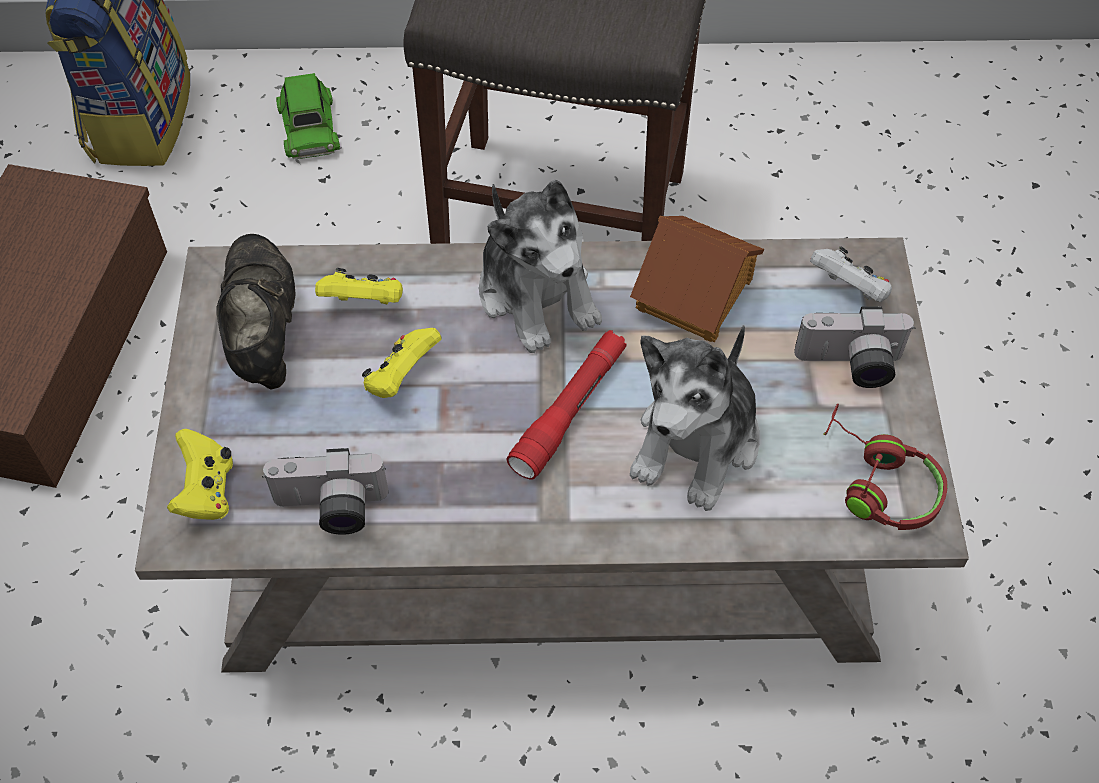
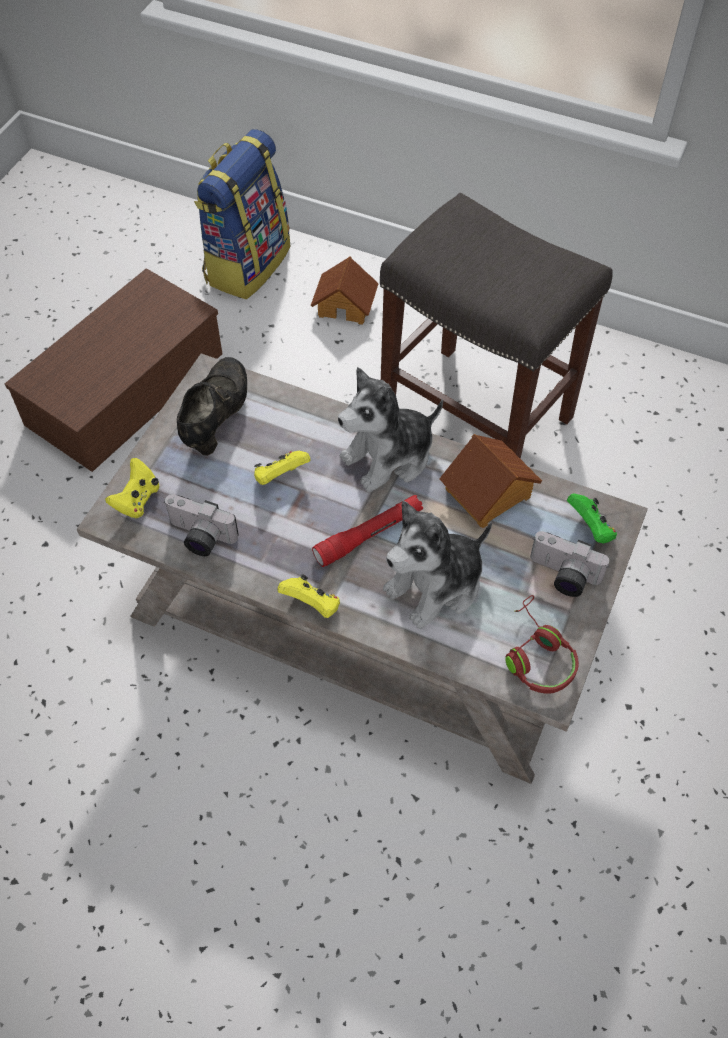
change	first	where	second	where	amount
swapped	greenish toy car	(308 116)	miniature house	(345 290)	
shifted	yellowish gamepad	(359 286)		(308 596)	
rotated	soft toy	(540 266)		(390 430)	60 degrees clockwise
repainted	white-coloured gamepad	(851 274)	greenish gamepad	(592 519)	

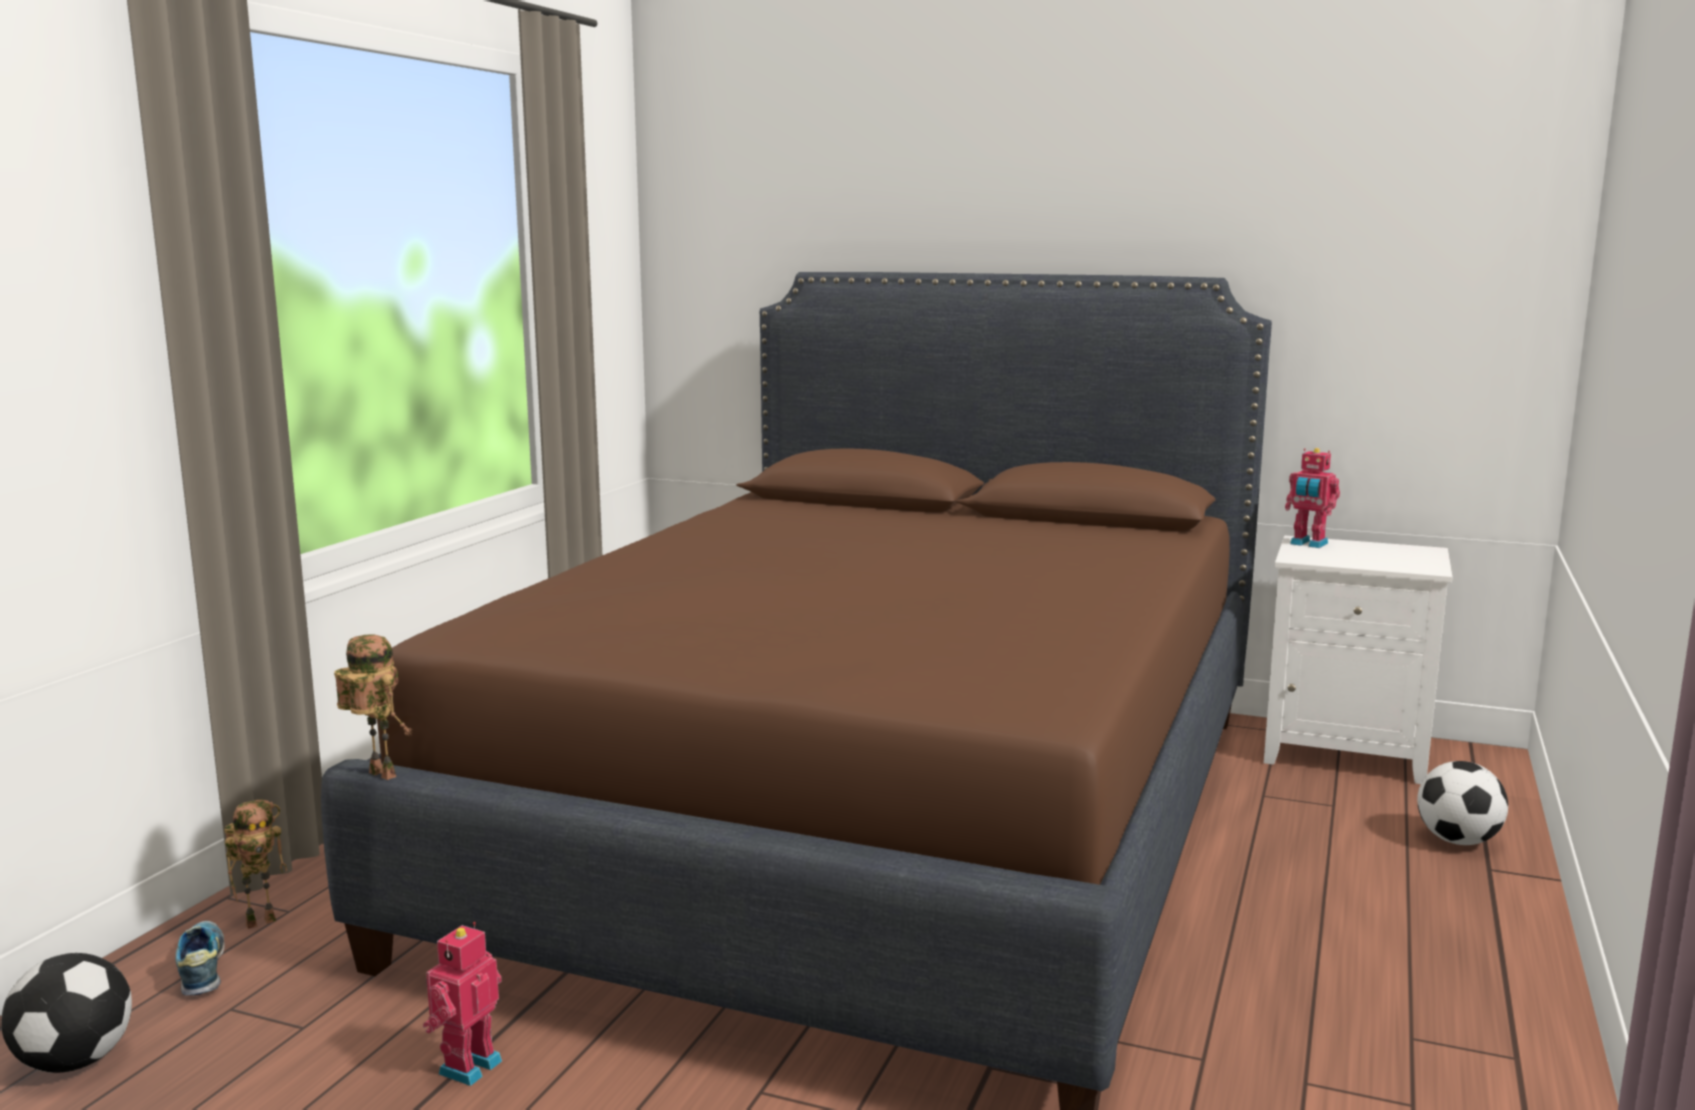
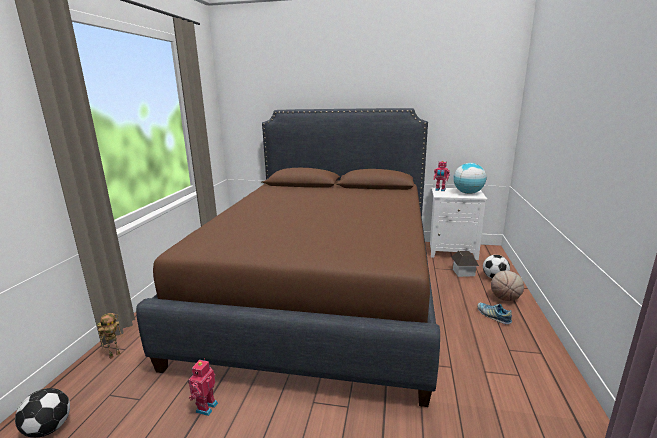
change	first	where	second	where	amount
shifted	shoe	(200 958)		(495 313)	
gone	robot figure	(373 707)			
new			miniature house	(465 264)	
new			globe	(469 178)	
new			ball for basketball	(507 286)	

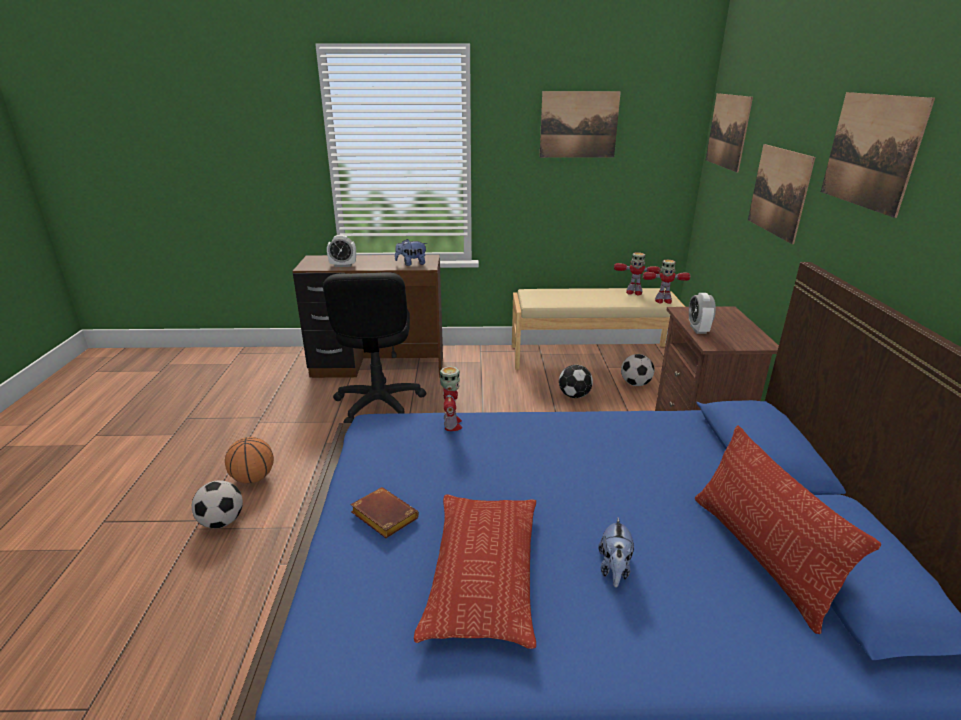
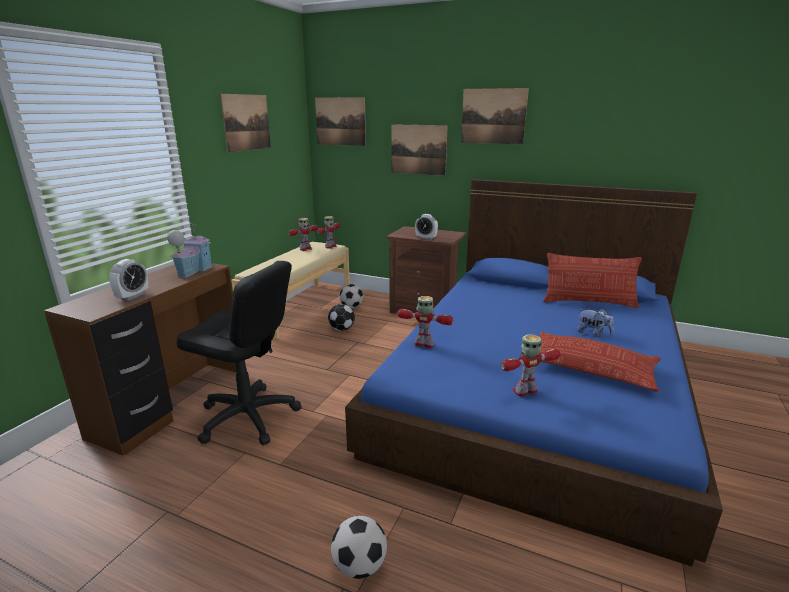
change	first	where	second	where	amount
gone	ball for basketball	(249 460)			
swapped	brown-coloured volume	(384 512)	robot figure	(530 365)	
swapped	soft toy	(411 252)	miniature house	(189 250)	

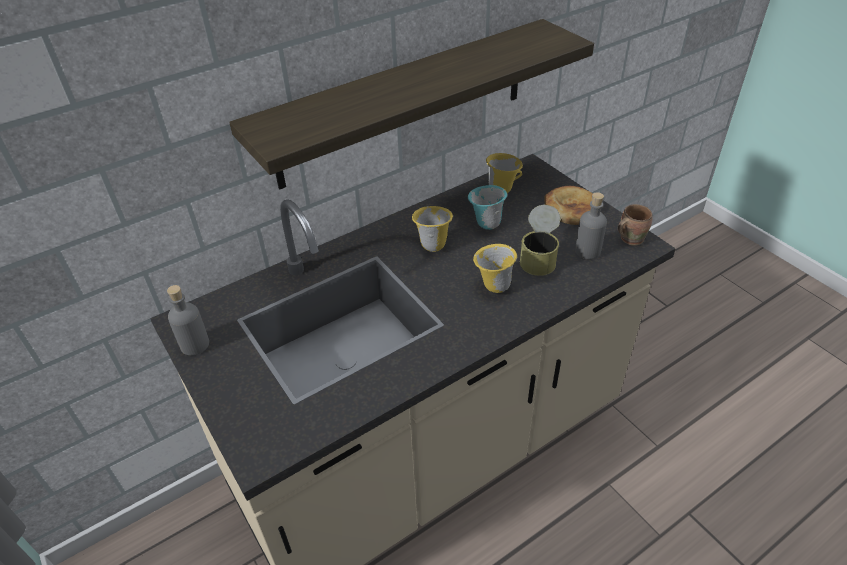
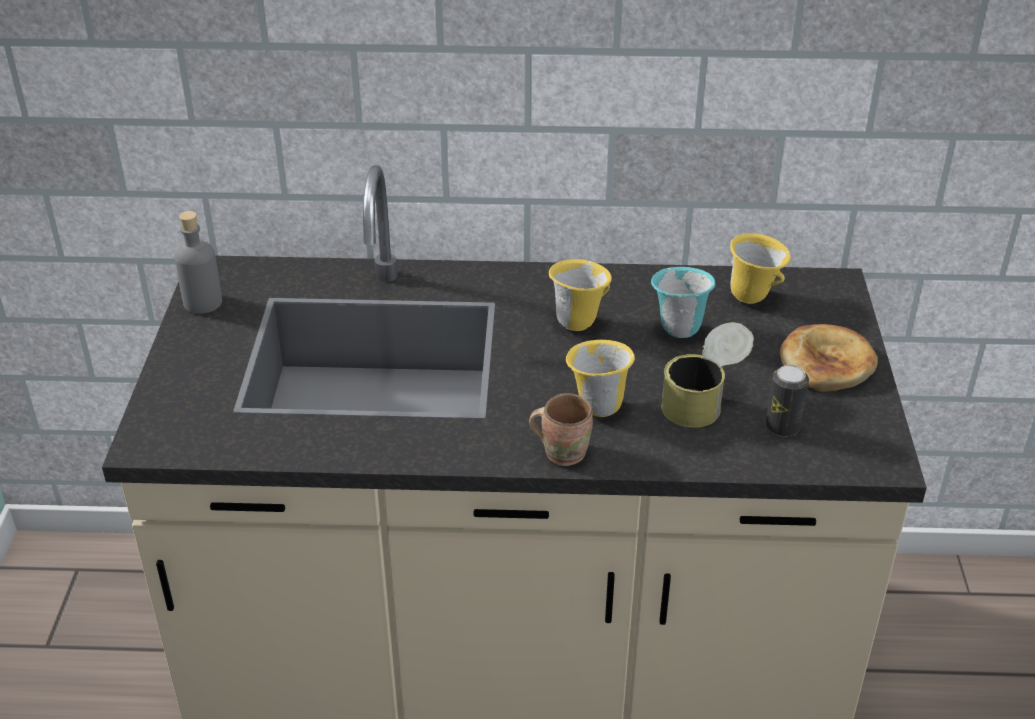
change	first	where	second	where	amount
gone	wall shelf	(411 104)			
swapped	greyish beverage bottle	(591 225)	sealed can	(787 401)	
shifted	brown-coloured tea mug	(635 225)		(561 429)	

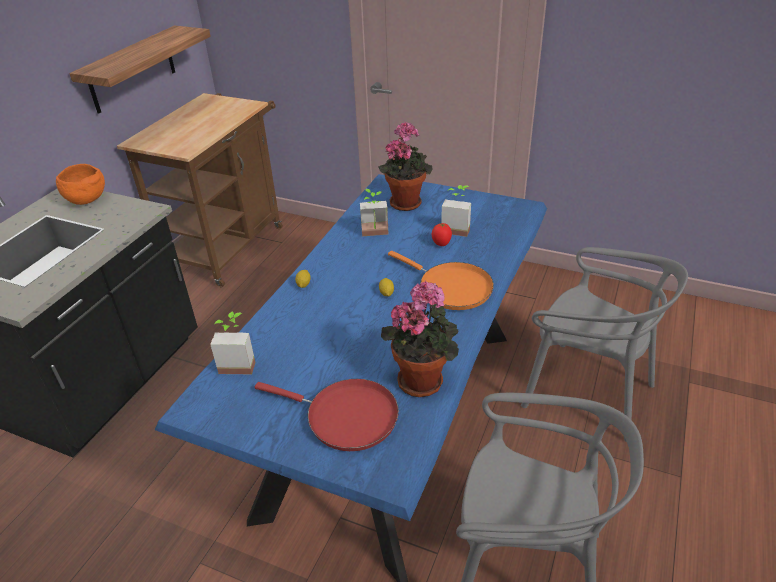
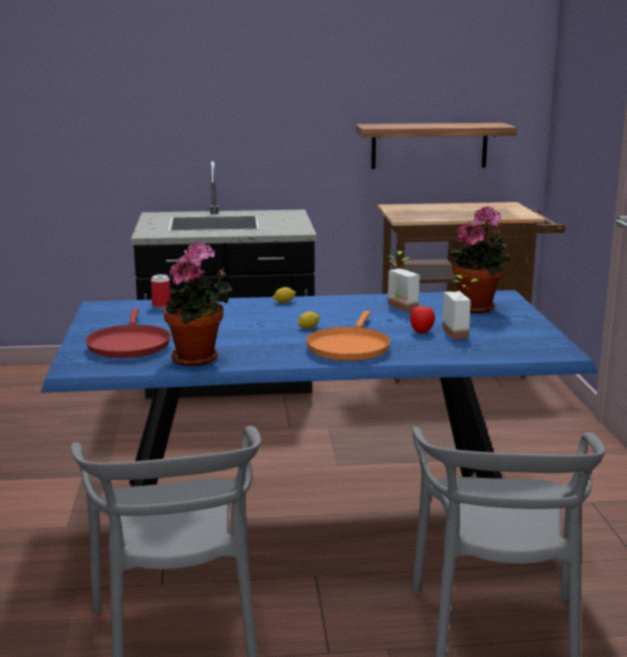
change	first	where	second	where	amount
gone	orange bowl	(80 184)			
swapped	houseplant	(233 342)	sealed can	(161 291)	

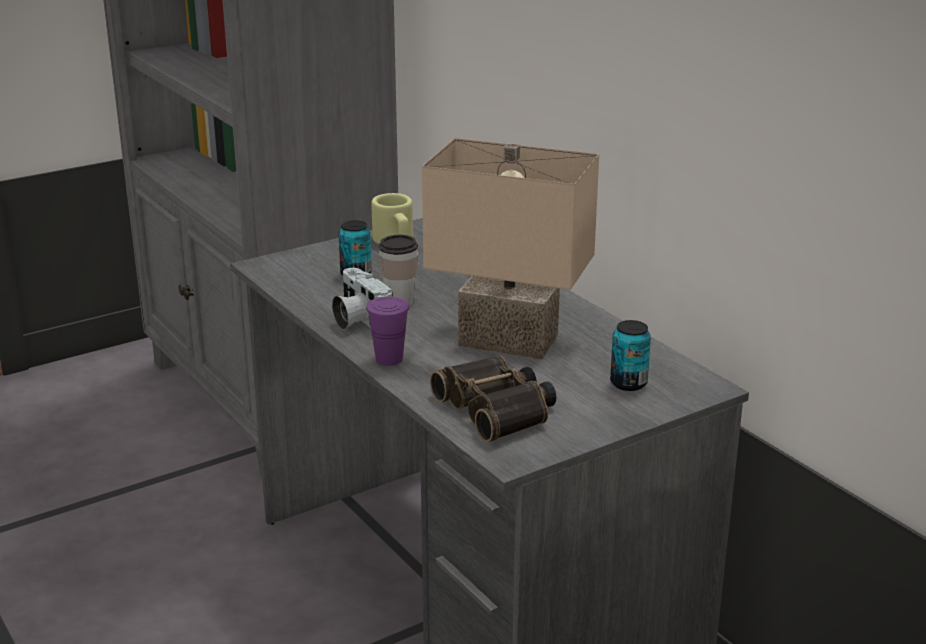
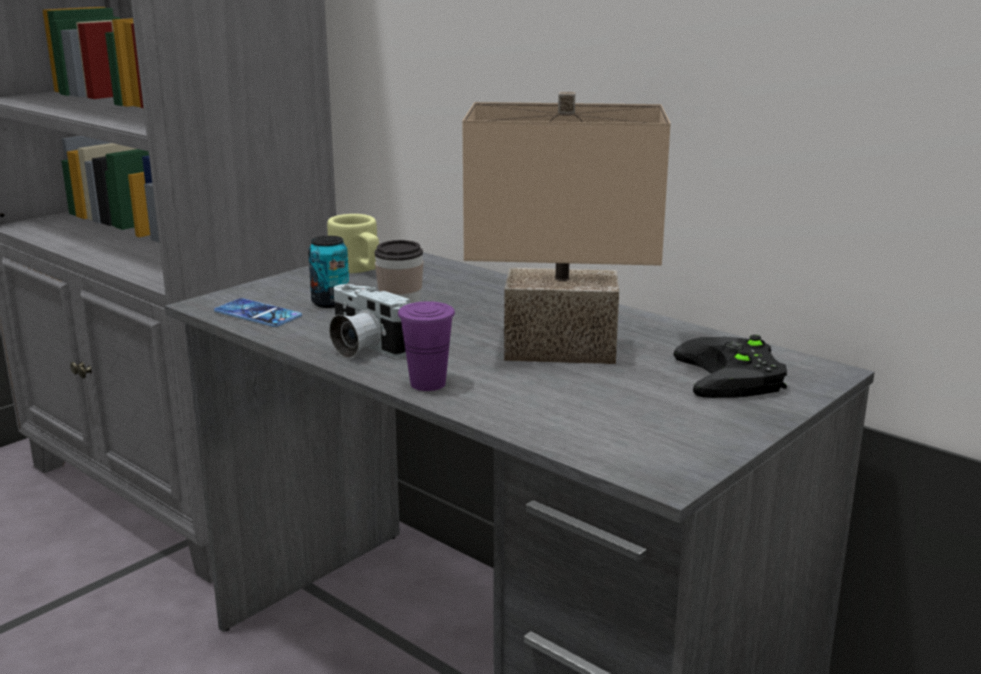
change	first	where	second	where	amount
gone	binoculars	(493 398)			
swapped	sealed can	(630 355)	blackish gamepad	(730 366)	
new			telephone	(258 312)	

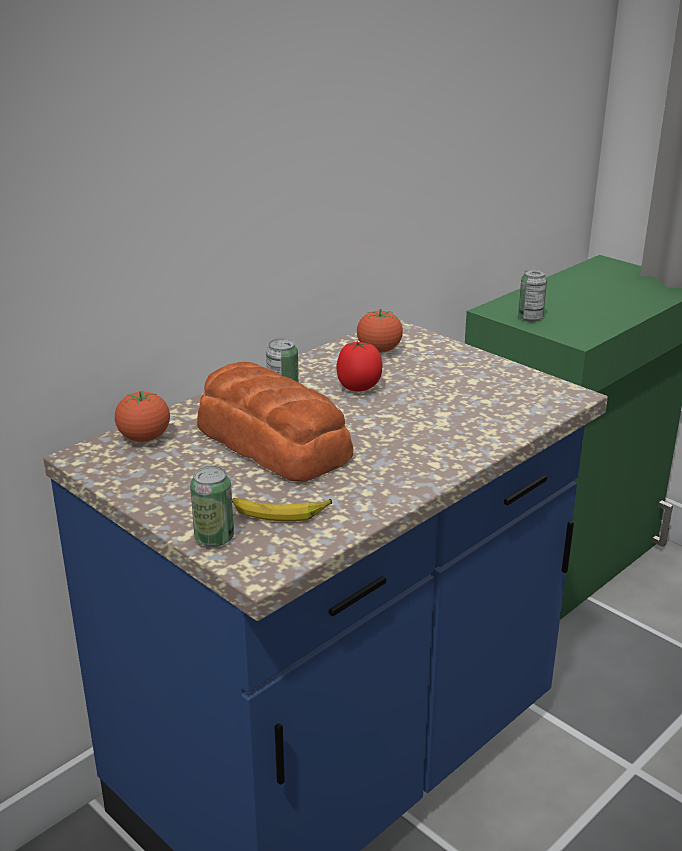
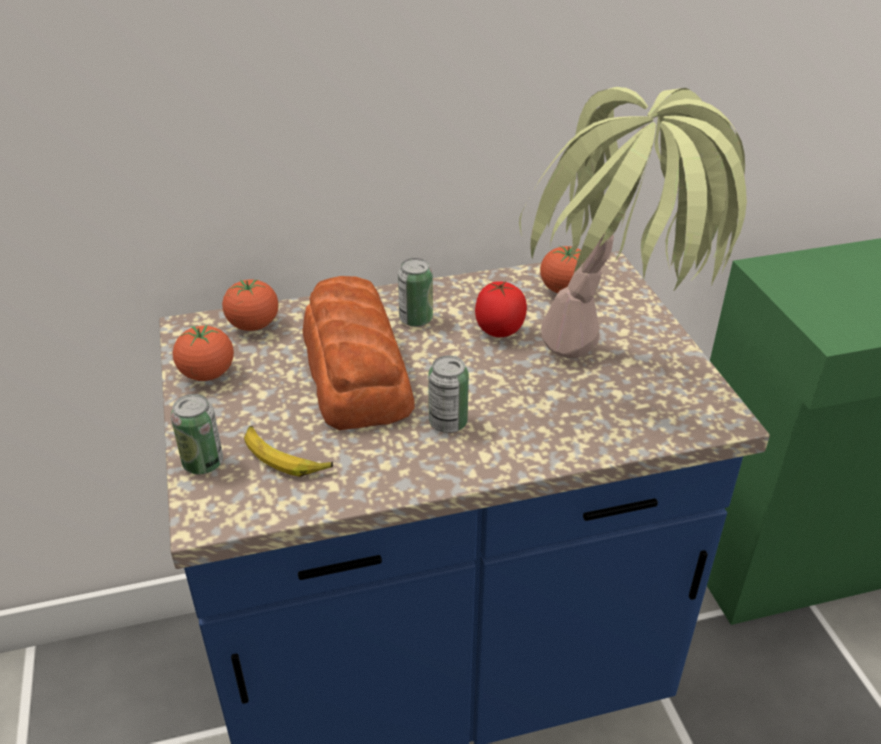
change	first	where	second	where	amount
shifted	sealed can	(532 295)		(448 394)	
new			whole tomato	(203 353)	
new			houseplant	(633 223)	

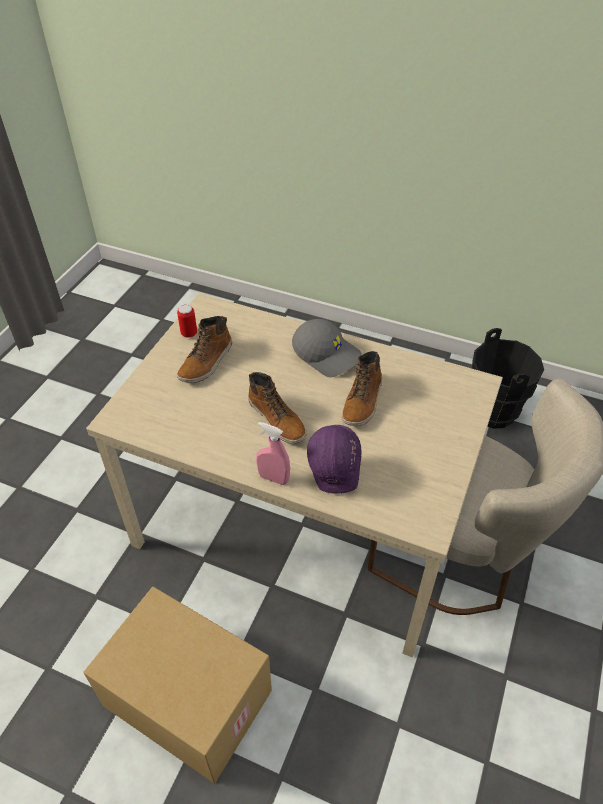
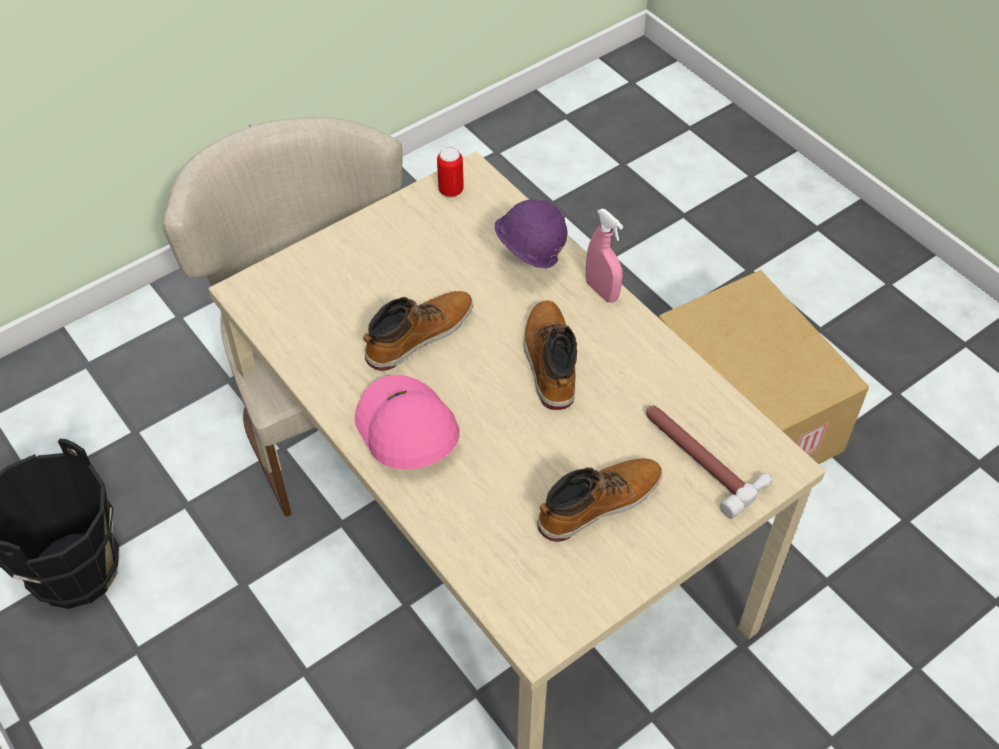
change	first	where	second	where	amount
shifted	sealed can	(187 321)		(450 172)	
repainted	greyish baseball cap	(327 348)	pink-coloured baseball cap	(407 422)	
new			tool hammer	(709 462)	

